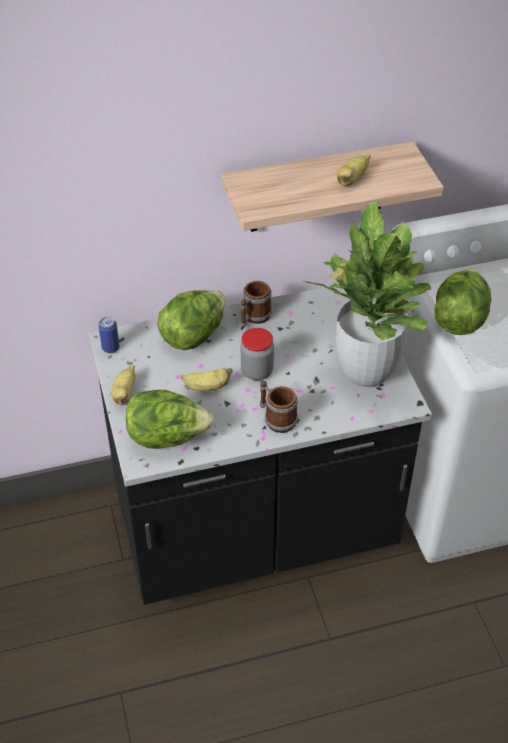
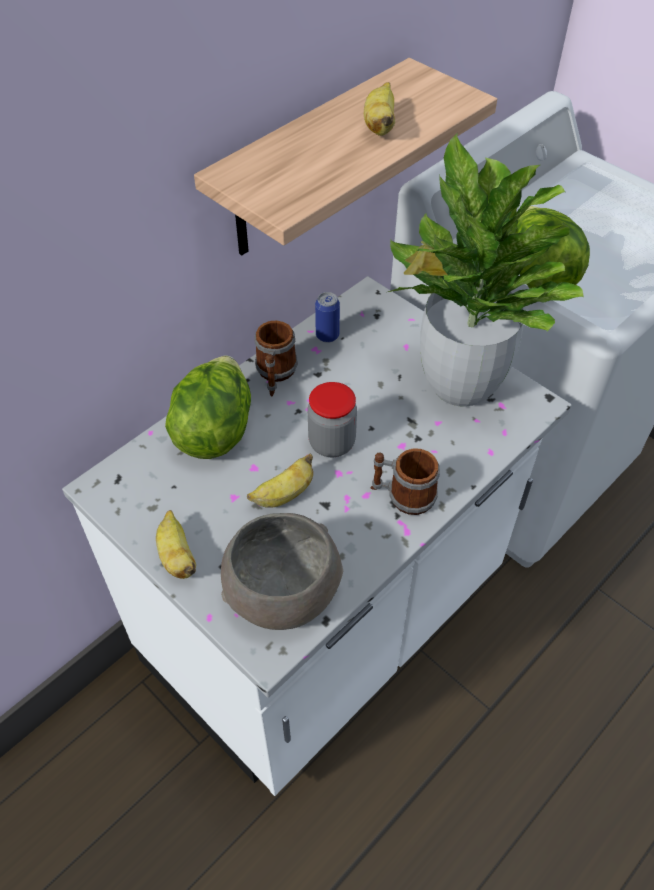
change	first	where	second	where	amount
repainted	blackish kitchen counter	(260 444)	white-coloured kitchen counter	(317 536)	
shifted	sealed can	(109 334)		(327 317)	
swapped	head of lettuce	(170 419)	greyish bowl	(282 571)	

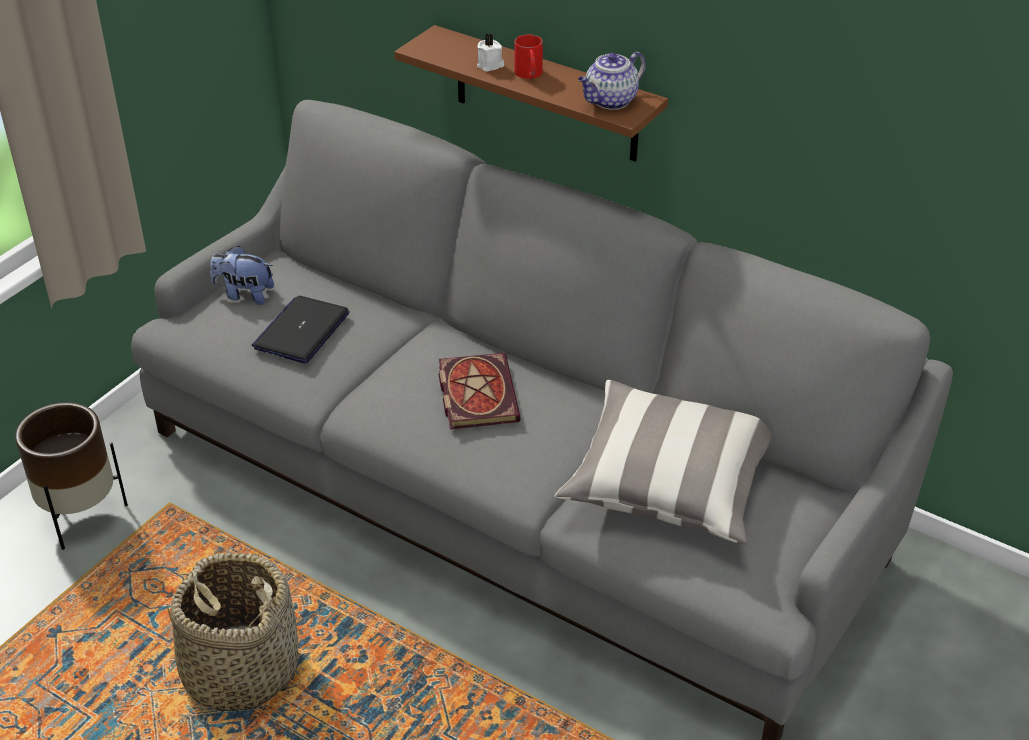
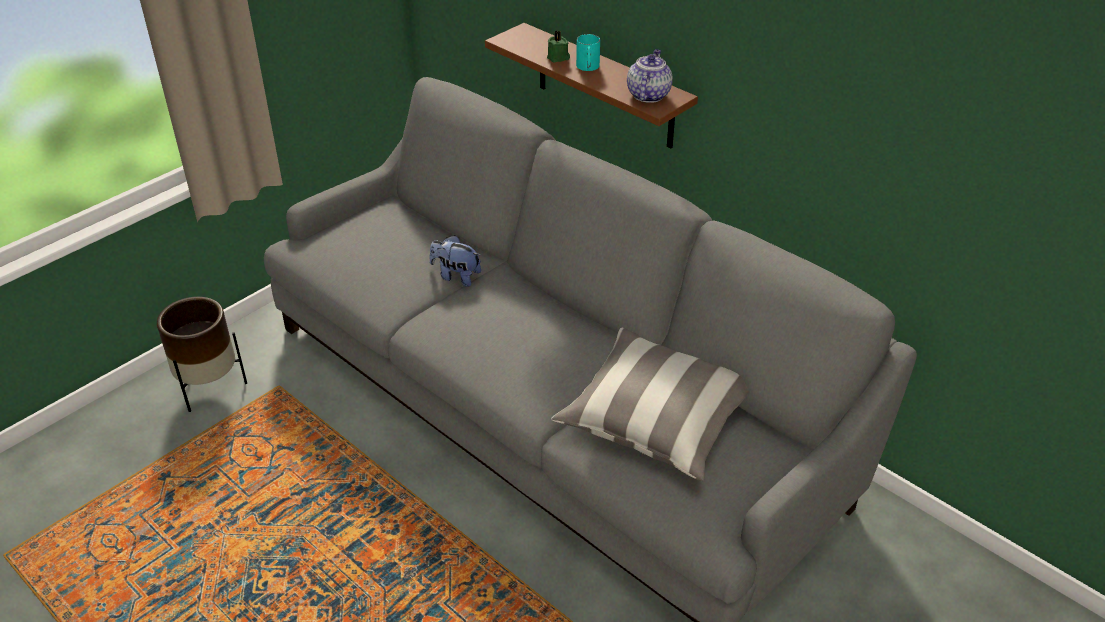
change	first	where	second	where	amount
gone	household basket	(233 632)			
shifted	soft toy	(242 275)		(455 261)	
gone	laptop	(301 329)			
gone	volume	(480 391)			
repainted	white-coloured wax candle	(490 52)	greenish wax candle	(558 46)	
repainted	reddish tea mug	(528 56)	turquoise tea mug	(588 52)	
rotated	pot for tea	(612 81)		(650 76)	135 degrees clockwise

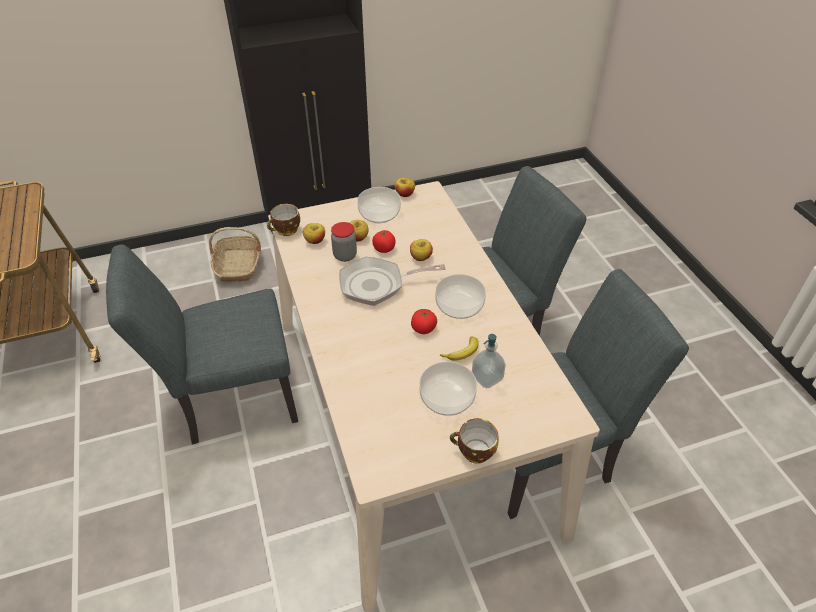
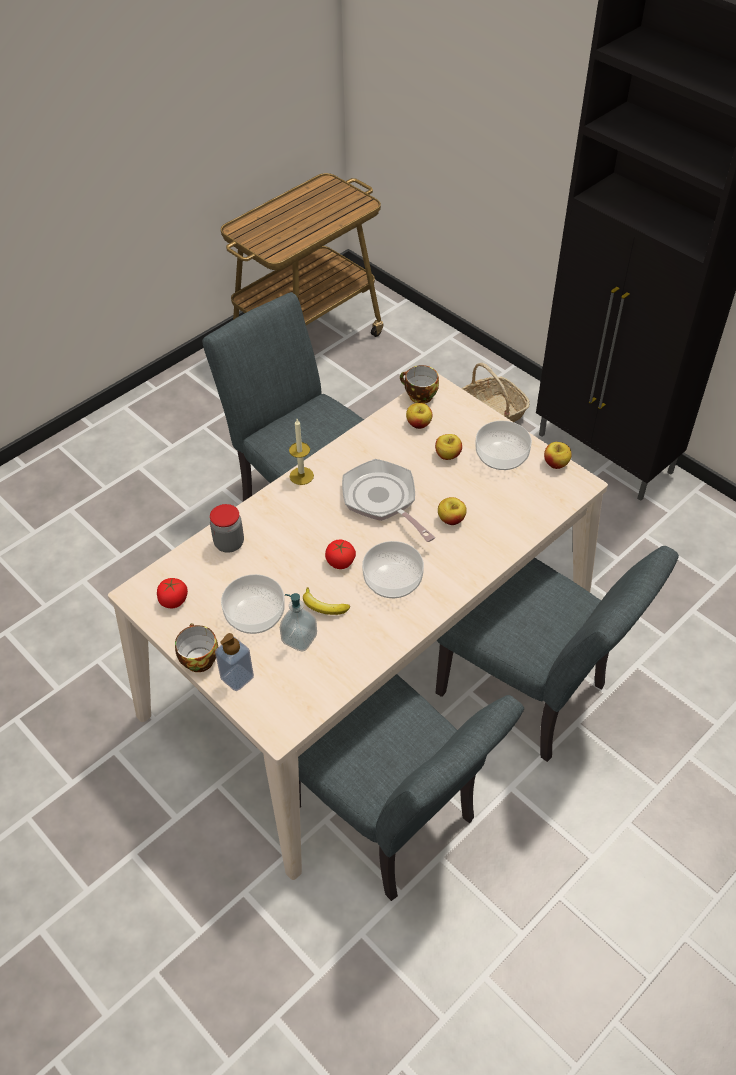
change	first	where	second	where	amount
shifted	storage jar	(344 242)		(227 528)	
shifted	whole tomato	(384 241)		(172 593)	
new			liquid soap bottle	(234 662)	
new			wax candle	(301 452)	

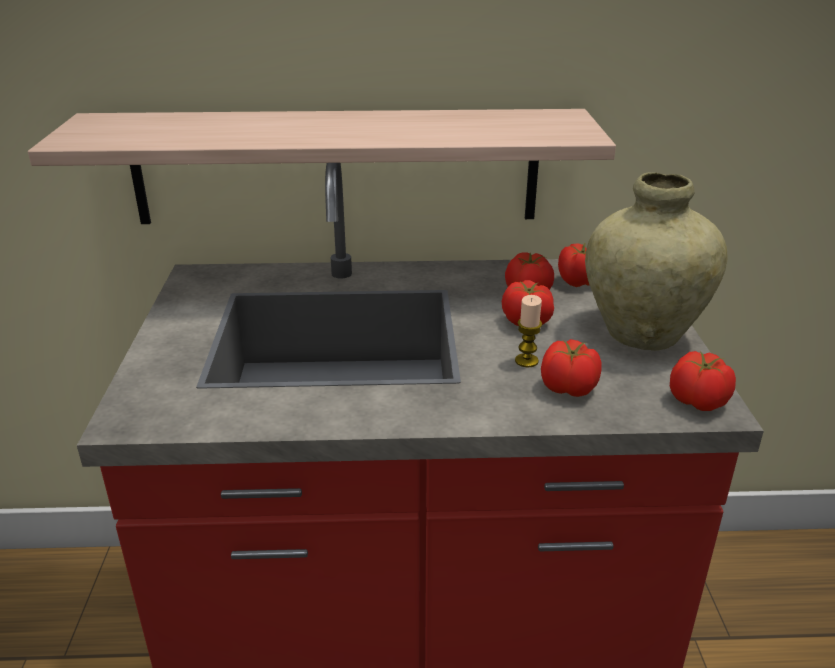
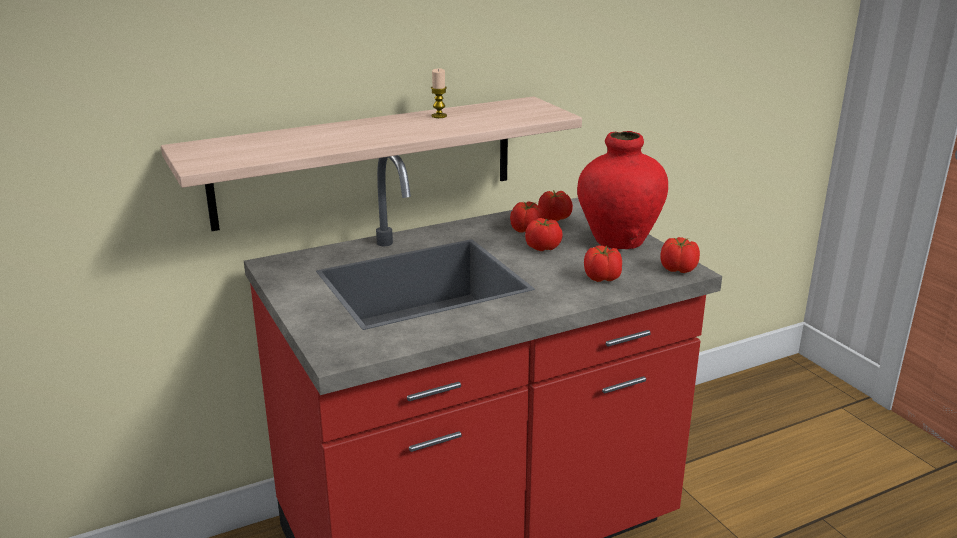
change	first	where	second	where	amount
shifted	wax candle	(528 331)		(439 93)	
repainted	beige vase	(656 261)	reddish vase	(622 190)	

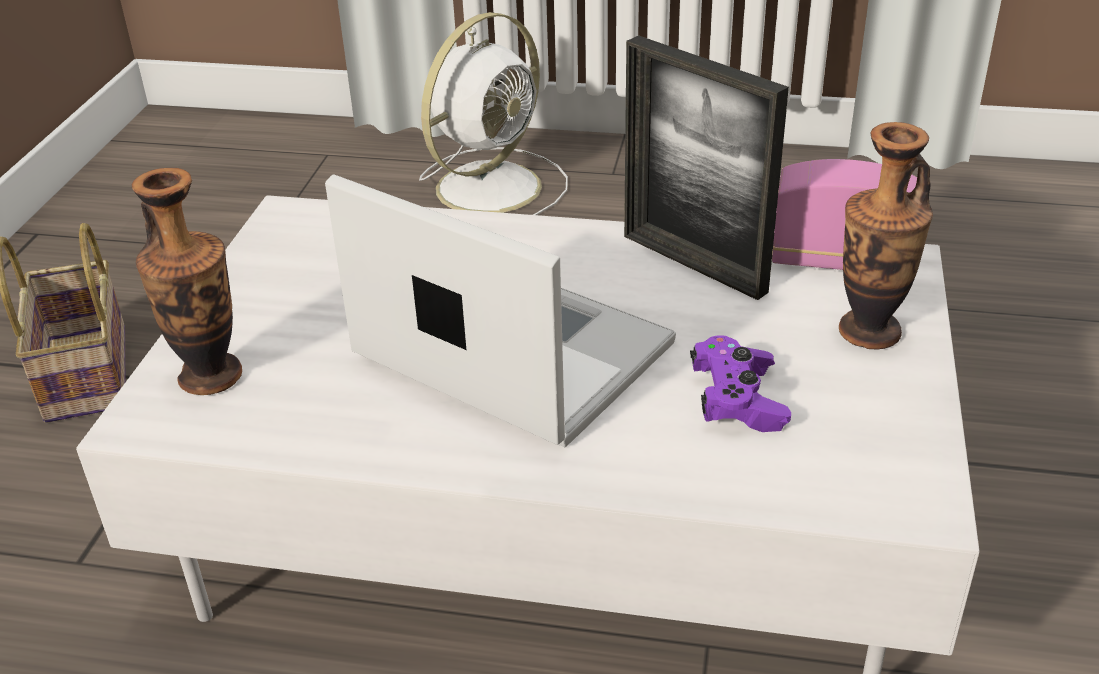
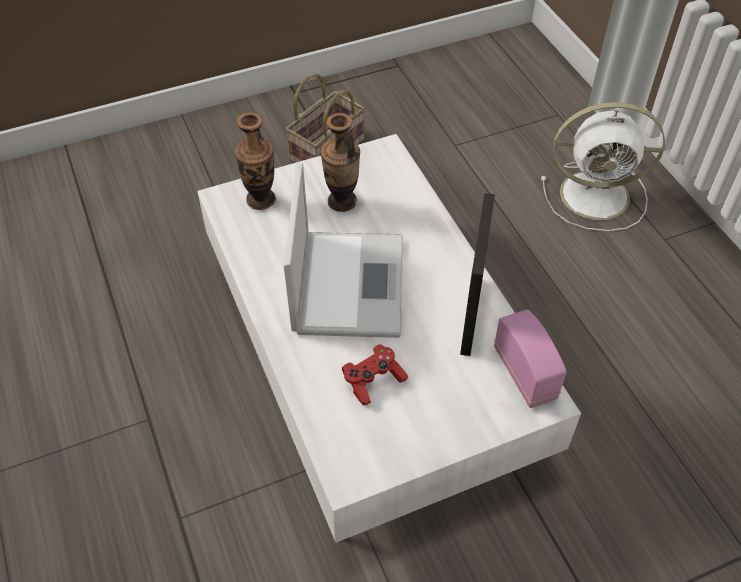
change	first	where	second	where	amount
repainted	purple-coloured gamepad	(740 383)	reddish gamepad	(375 375)	
shifted	vase	(886 235)		(340 162)	

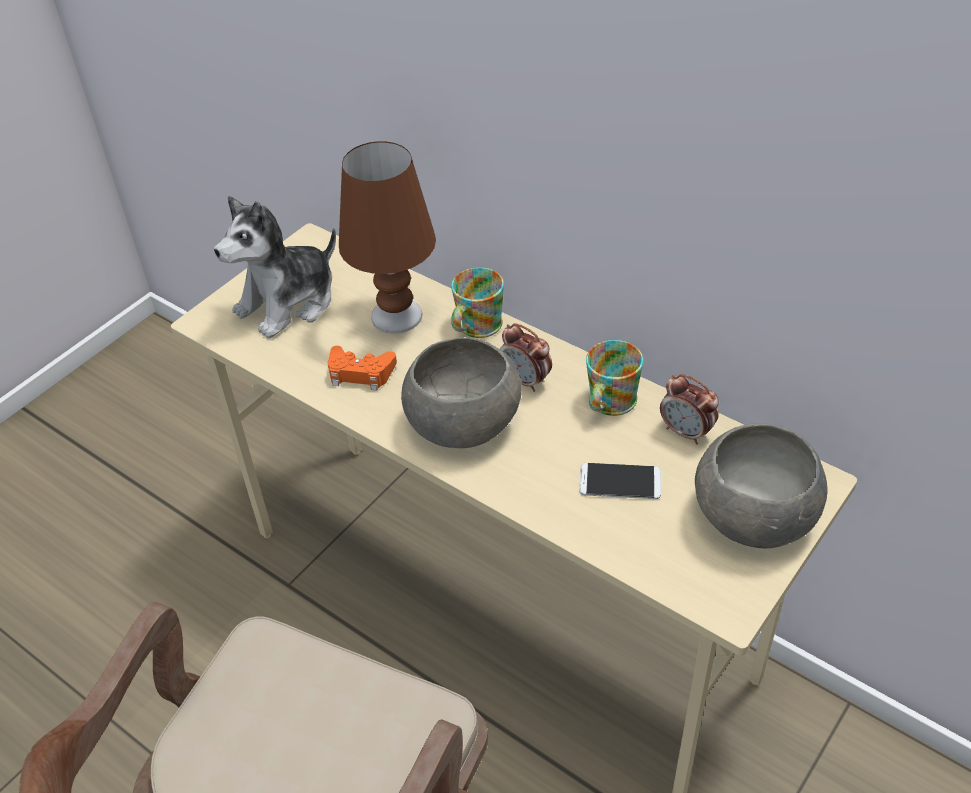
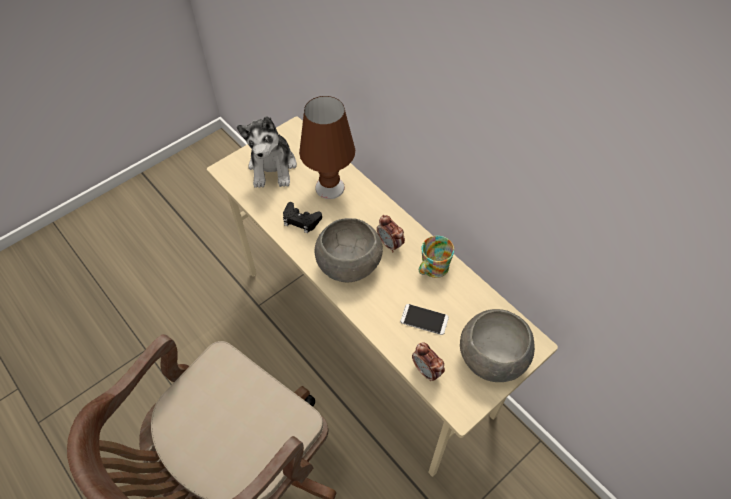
change	first	where	second	where	amount
rotated	soft toy	(275 267)		(267 152)	60 degrees counterclockwise
repainted	orange gamepad	(362 368)	blackish gamepad	(302 217)	
gone	tea mug	(477 303)			
shifted	alarm clock	(689 409)		(428 362)	

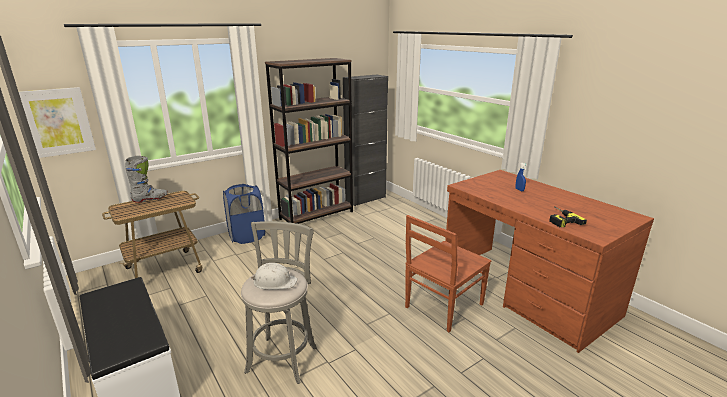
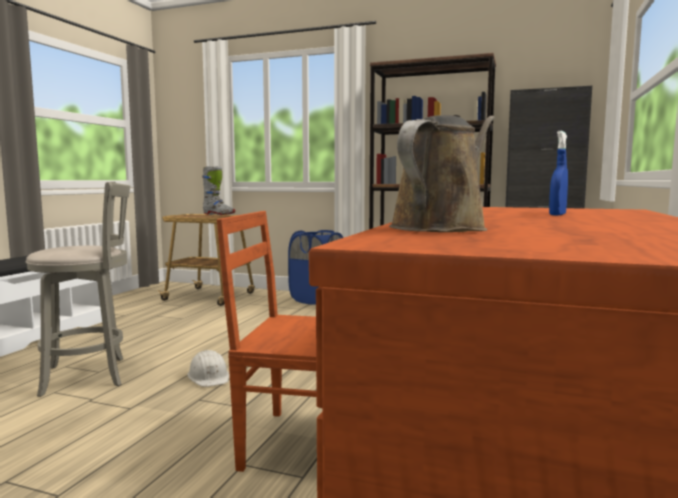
change	first	where	second	where	amount
gone	wall art	(57 122)			
shifted	white-coloured safety helmet	(274 276)		(208 368)	
swapped	drill	(568 217)	brown-coloured watering pot	(442 173)	

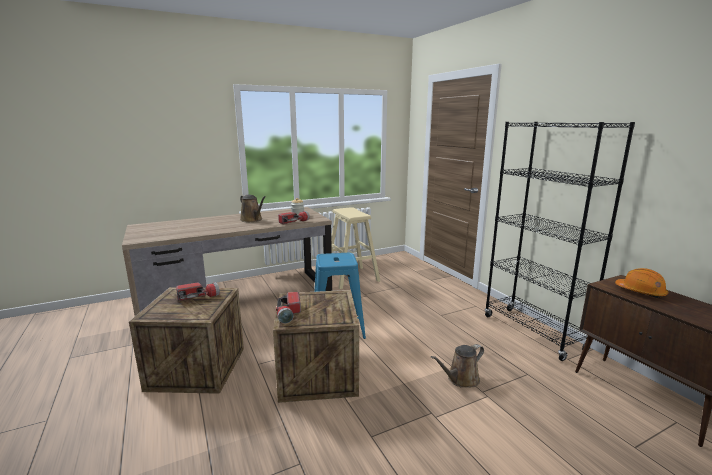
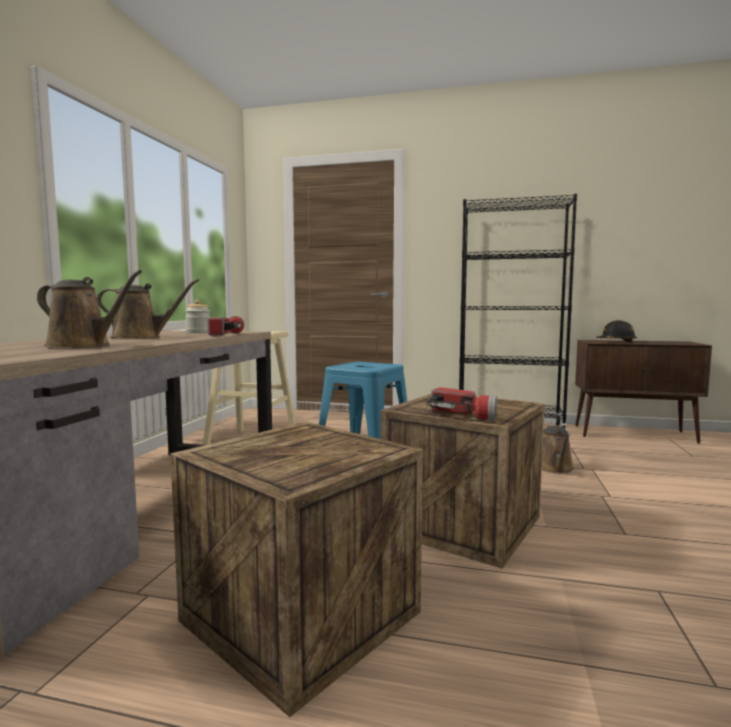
change	first	where	second	where	amount
gone	hand torch	(198 291)			
repainted	orange safety helmet	(642 283)	blackish safety helmet	(616 331)	
new			brown-coloured watering pot	(89 309)	

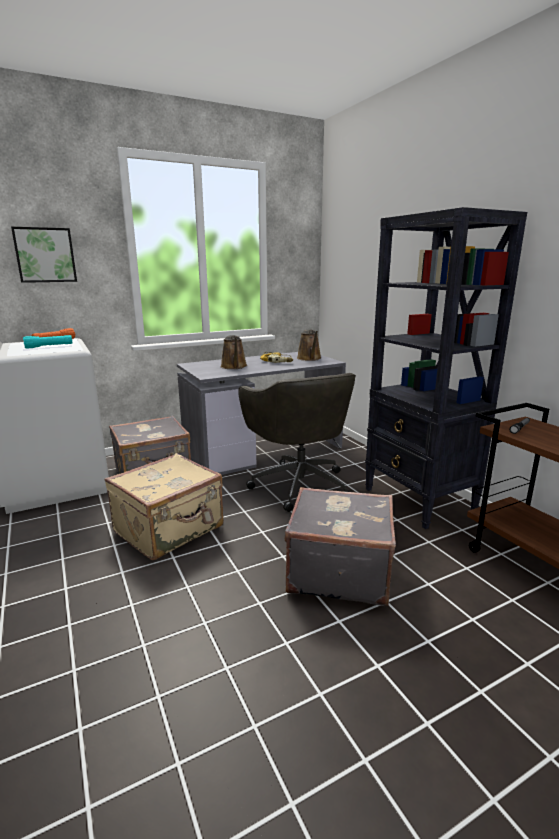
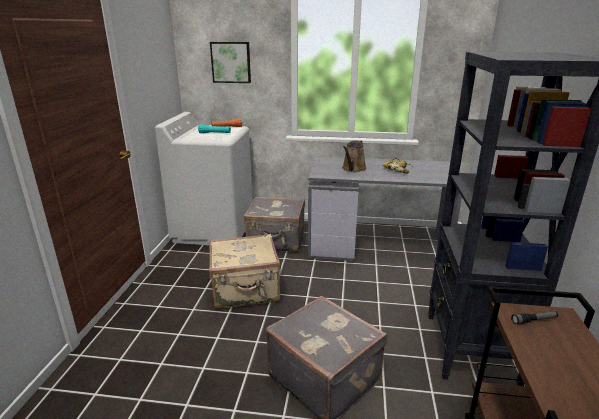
change	first	where	second	where	amount
gone	greyish office chair	(297 442)			
gone	brown-coloured watering pot	(309 345)			

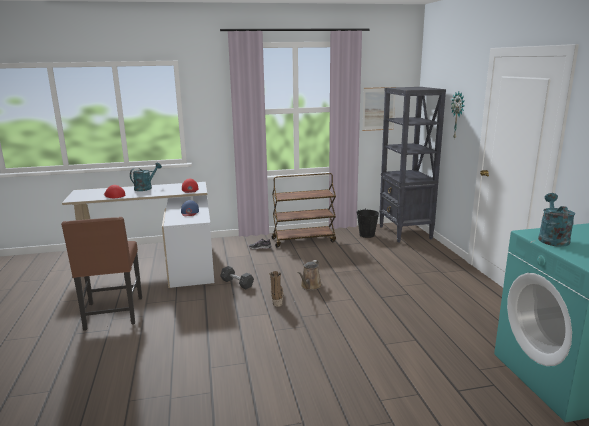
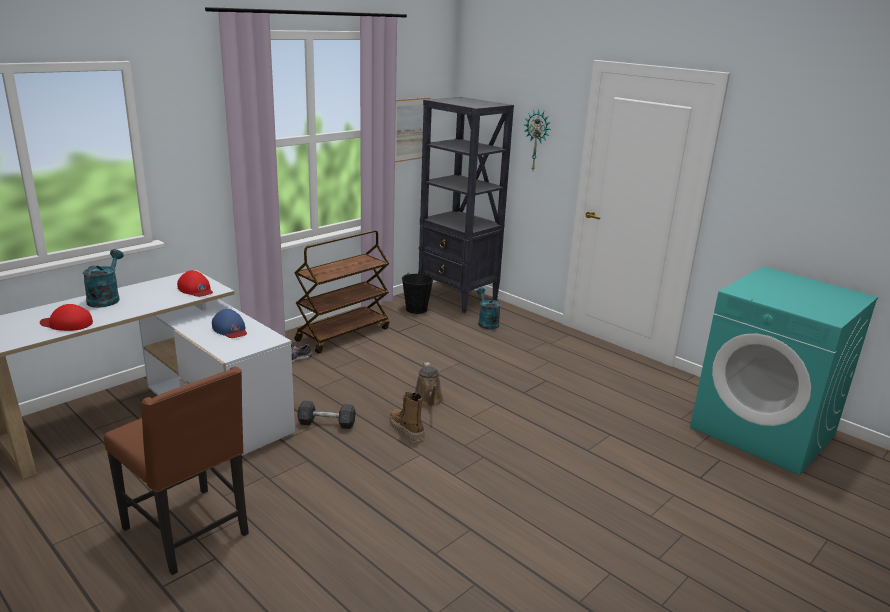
change	first	where	second	where	amount
shifted	turquoise watering pot	(556 220)		(489 308)	

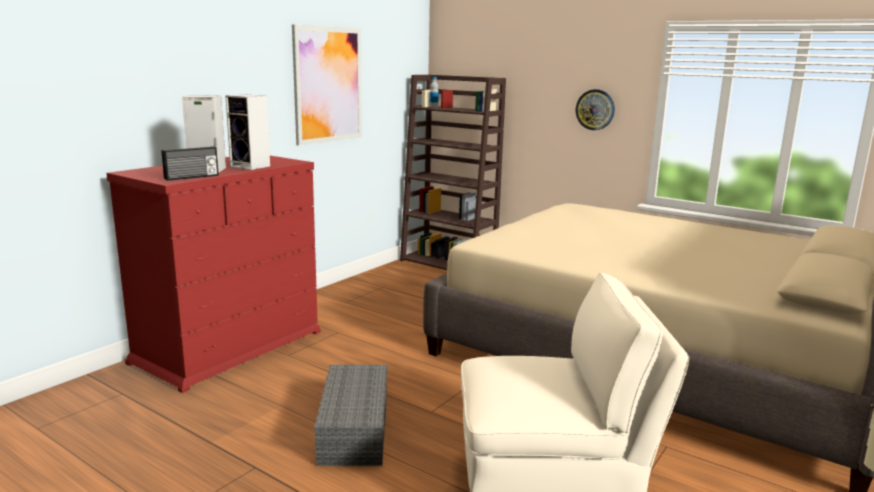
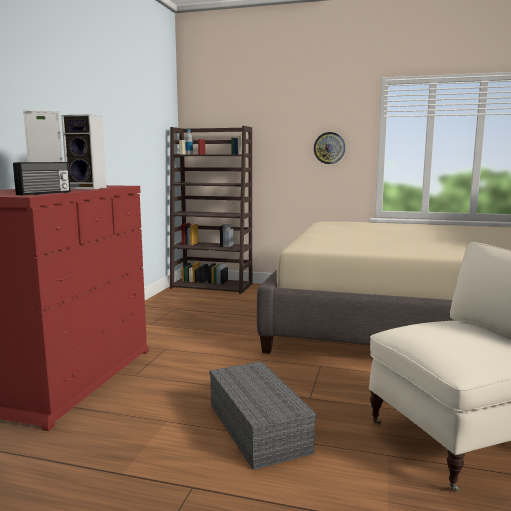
change	first	where	second	where	amount
gone	wall art	(327 84)			

